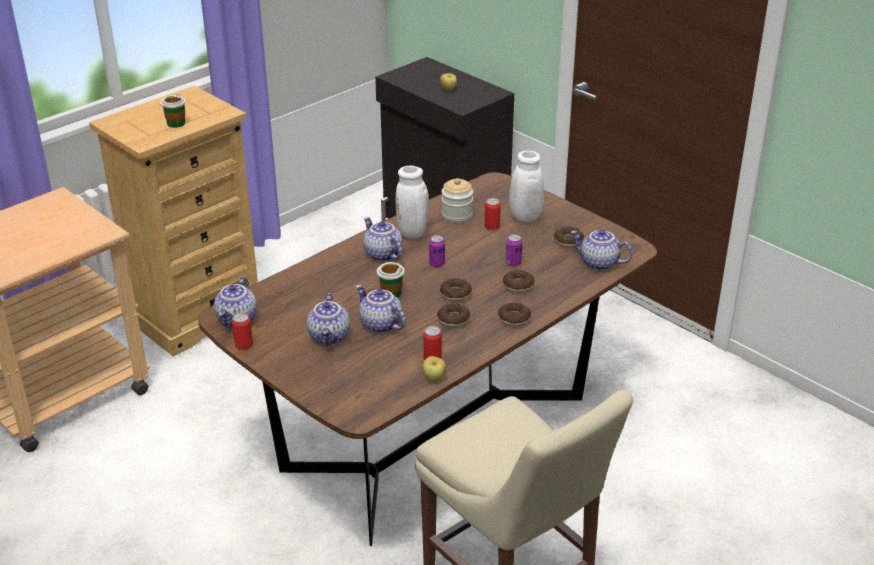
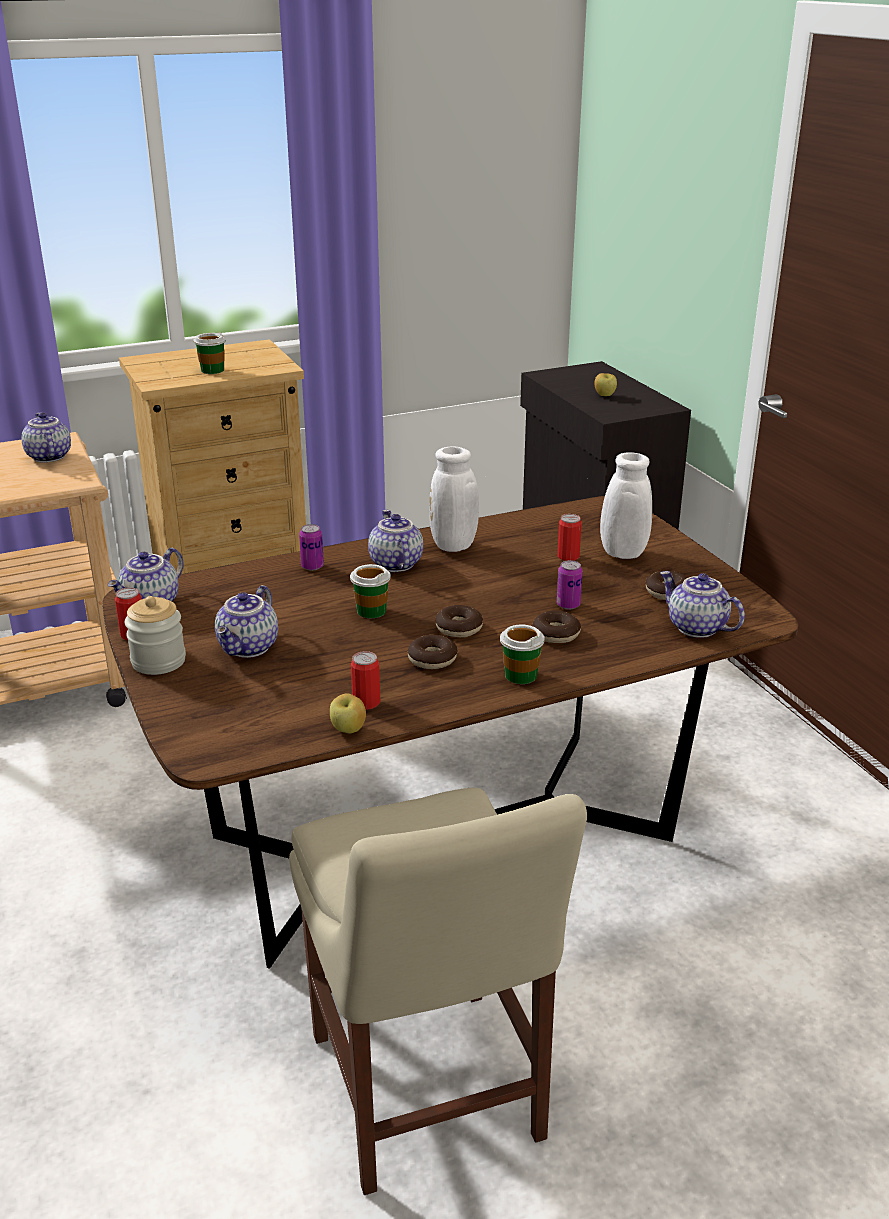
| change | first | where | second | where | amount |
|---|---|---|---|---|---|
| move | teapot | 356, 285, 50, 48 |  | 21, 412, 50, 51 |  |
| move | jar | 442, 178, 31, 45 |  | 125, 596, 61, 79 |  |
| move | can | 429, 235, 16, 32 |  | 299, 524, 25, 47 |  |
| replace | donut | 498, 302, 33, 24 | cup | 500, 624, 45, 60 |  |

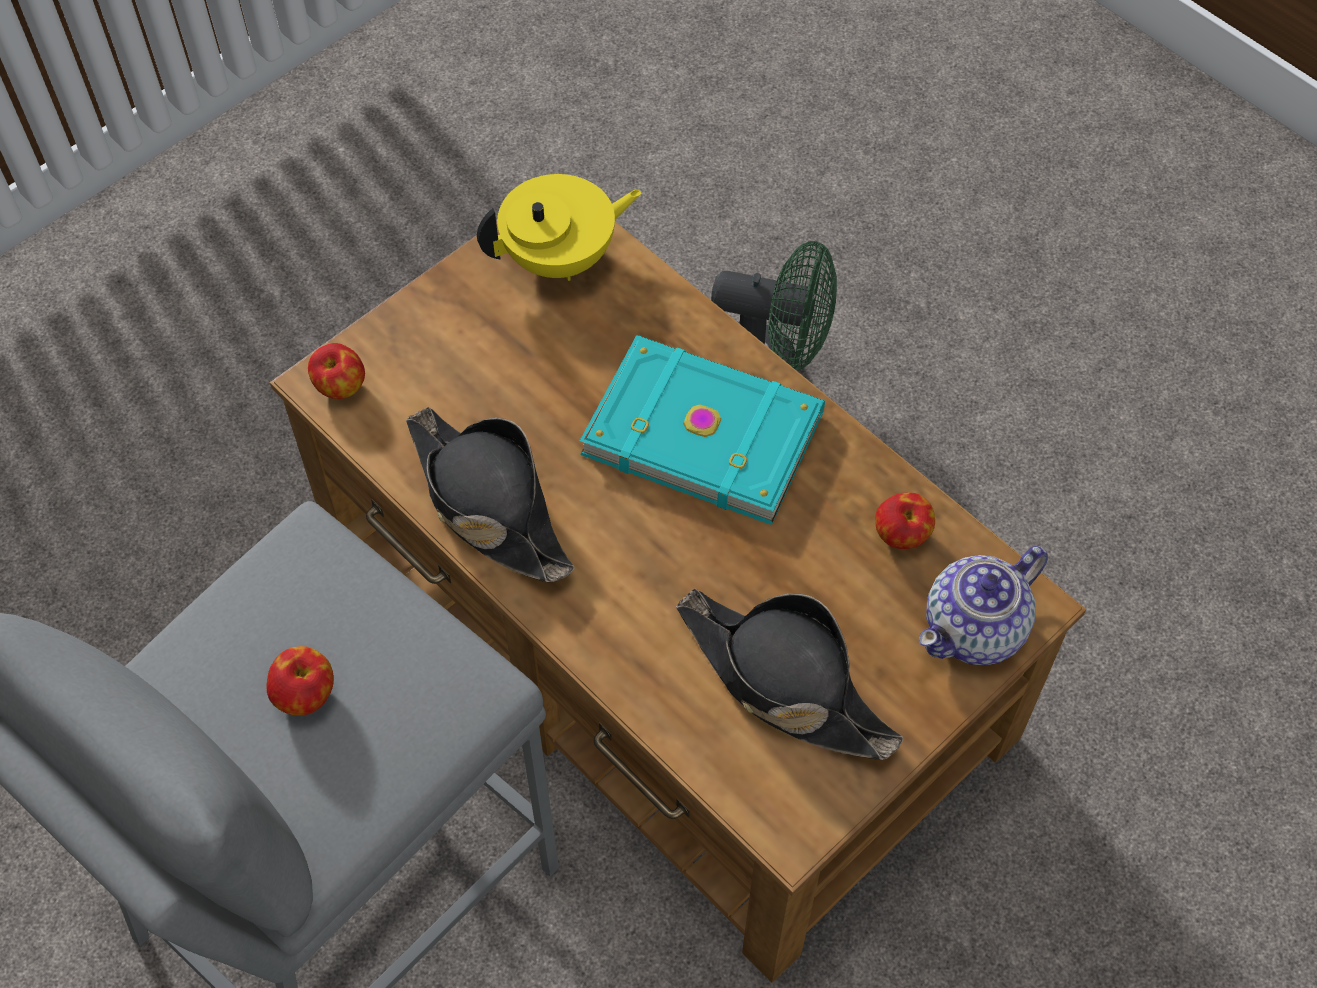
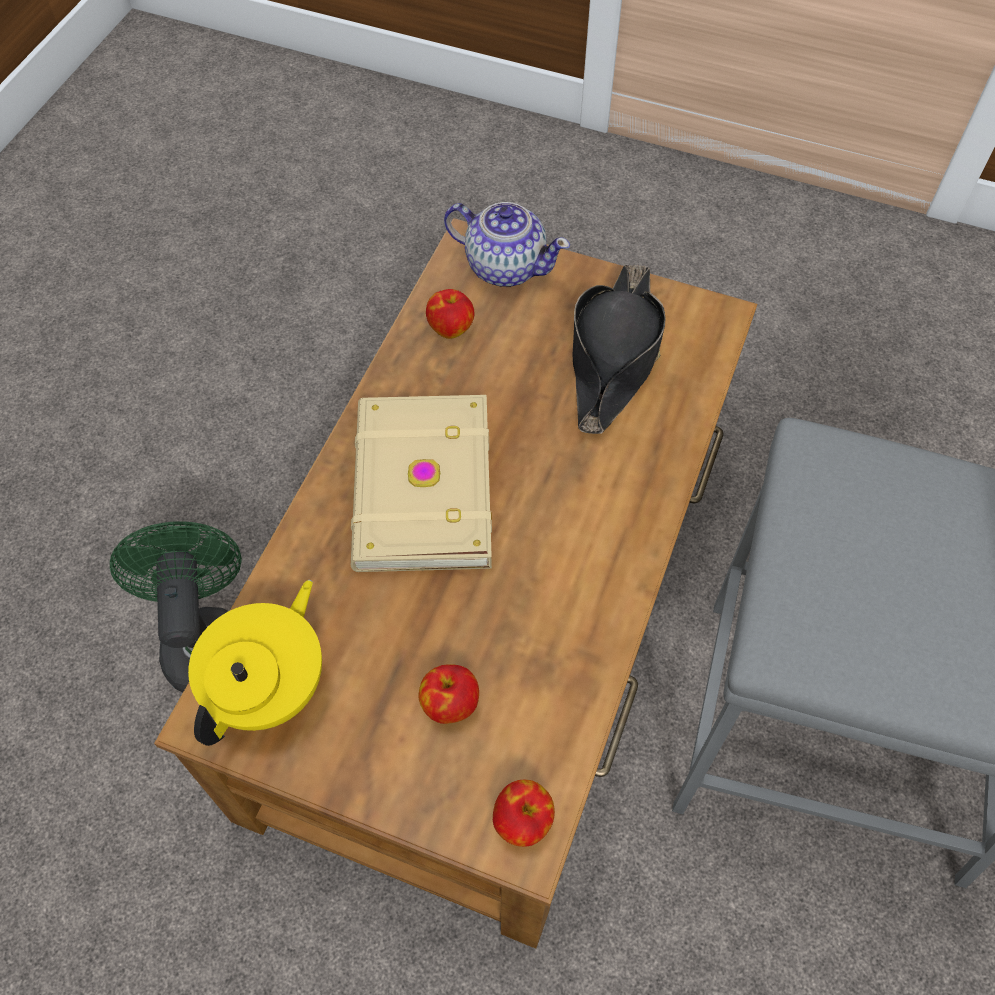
| change | first | where | second | where | amount |
|---|---|---|---|---|---|
| rotate | yellow teapot | 477, 174, 165, 107 |  | 188, 580, 134, 166 | 75 degrees clockwise |
| recolor | turquoise book | 580, 335, 245, 190 | beige book | 351, 395, 141, 177 |  |
| move | apple | 266, 646, 68, 70 |  | 418, 665, 61, 59 |  |
| delete | black hat | 406, 407, 169, 175 |  |  |  |

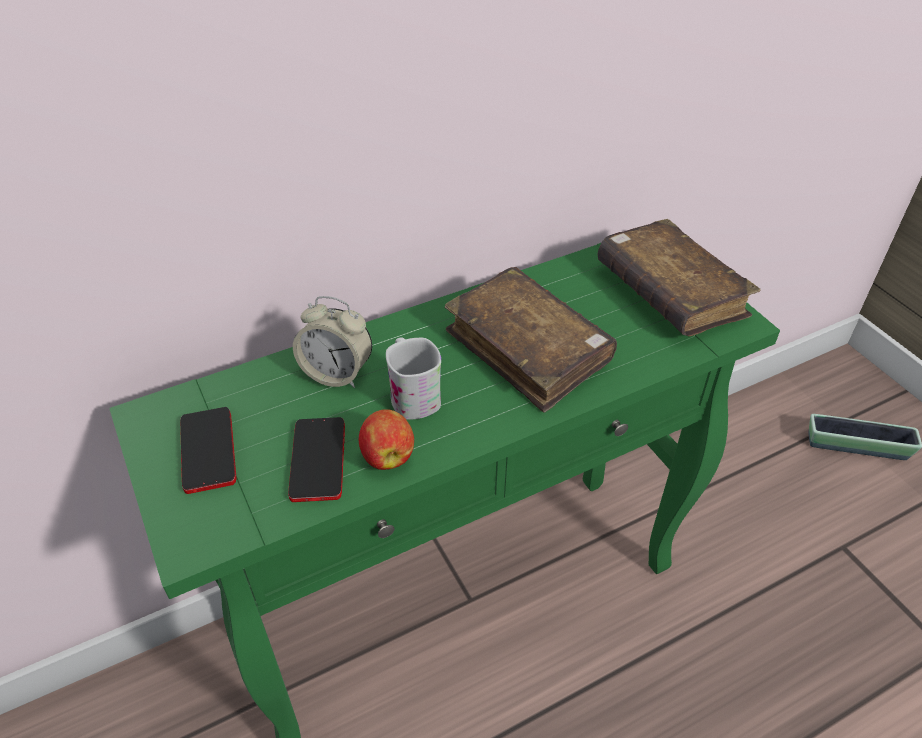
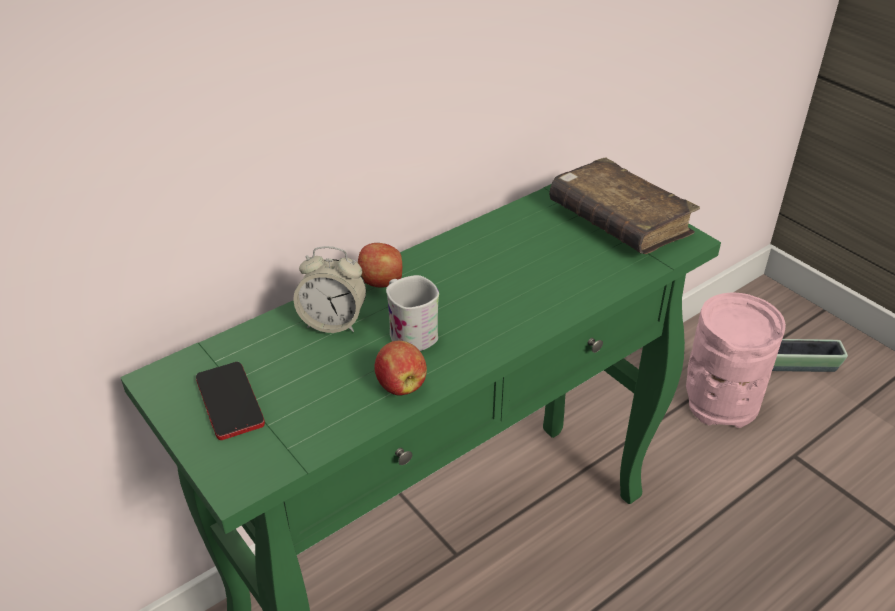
| change | first | where | second | where | amount |
|---|---|---|---|---|---|
| insert |  |  | apple | 358, 243, 44, 44 |  |
| insert |  |  | pink vase | 686, 293, 100, 135 |  |
| delete | phone | 288, 417, 57, 85 |  |  |  |
| delete | brown book | 445, 267, 172, 146 |  |  |  |

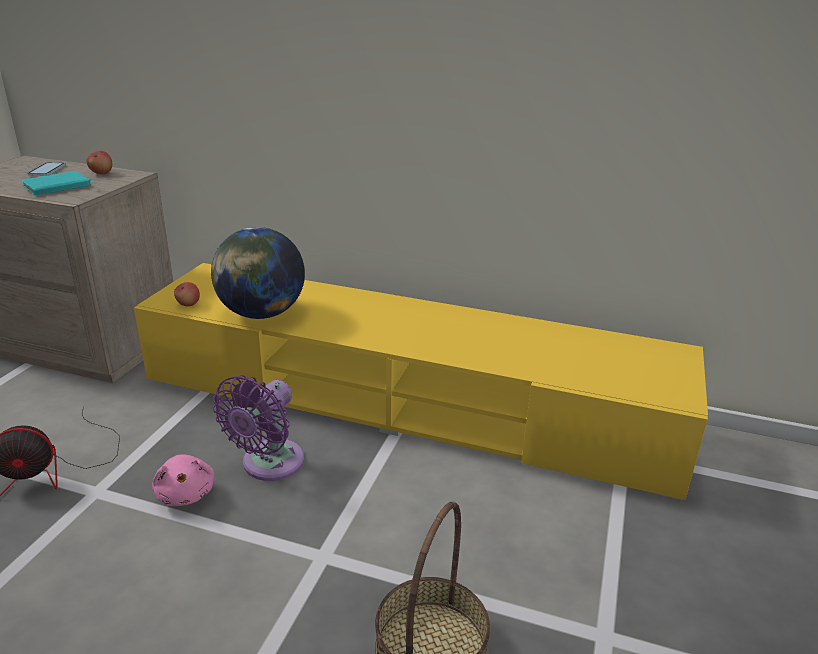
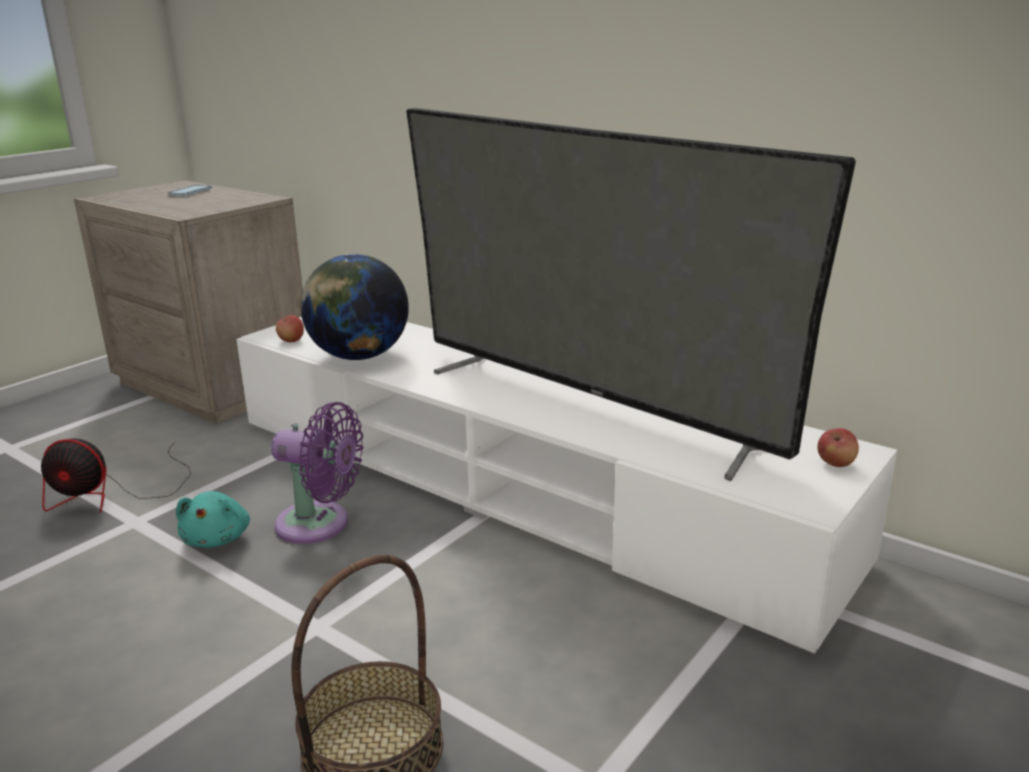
| change | first | where | second | where | amount |
|---|---|---|---|---|---|
| recolor | pink plush toy | 152, 454, 62, 52 | turquoise plush toy | 176, 491, 74, 57 |  |
| recolor | yellow tv stand | 134, 263, 574, 237 | white tv stand | 236, 317, 661, 337 |  |
| rotate | purple fan | 213, 375, 91, 106 |  | 271, 402, 92, 142 | 120 degrees counterclockwise |
| insert |  |  | television | 406, 108, 450, 373 |  |
| move | apple | 86, 151, 26, 23 |  | 817, 428, 42, 39 |  |
| delete | turquoise book | 21, 171, 73, 24 |  |  |  |

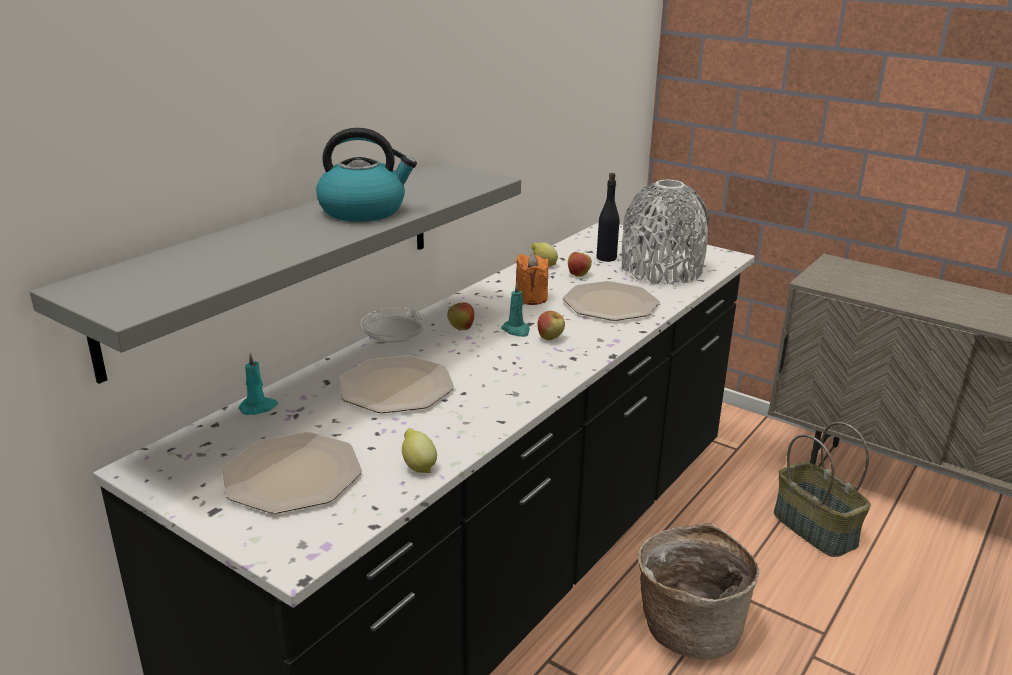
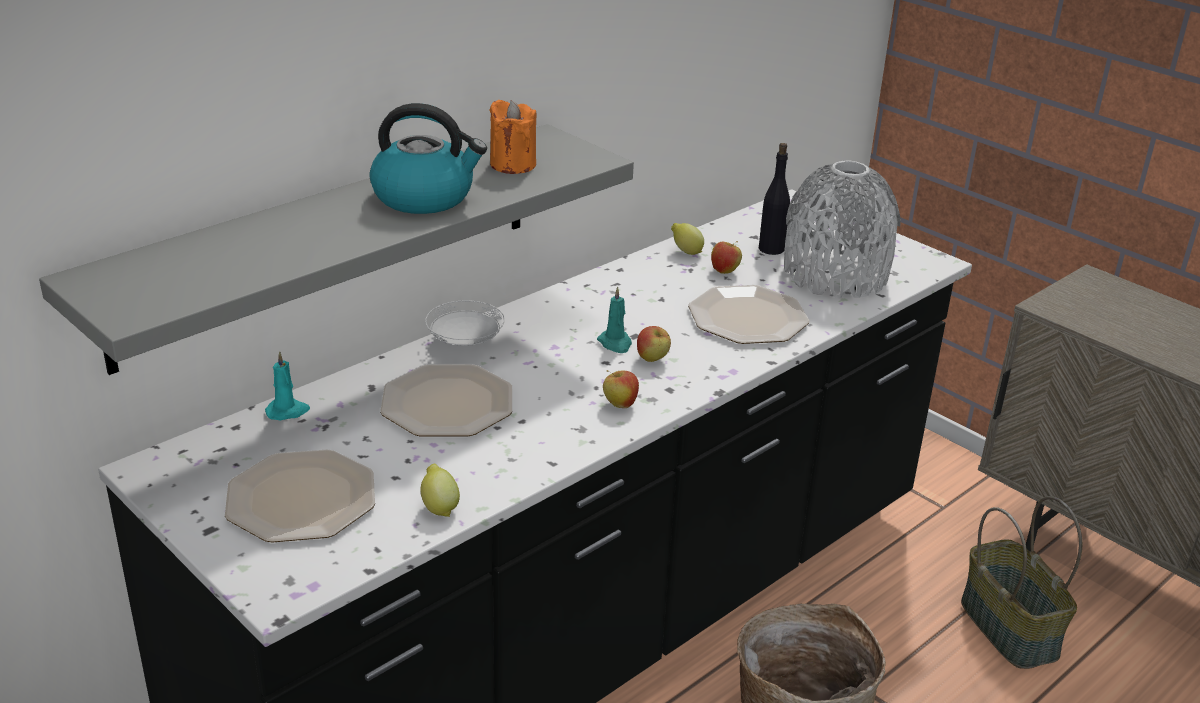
| change | first | where | second | where | amount |
|---|---|---|---|---|---|
| move | orange candle | 516, 253, 33, 52 |  | 489, 100, 48, 74 |  |
| move | apple | 447, 302, 27, 29 |  | 603, 370, 36, 38 |  |

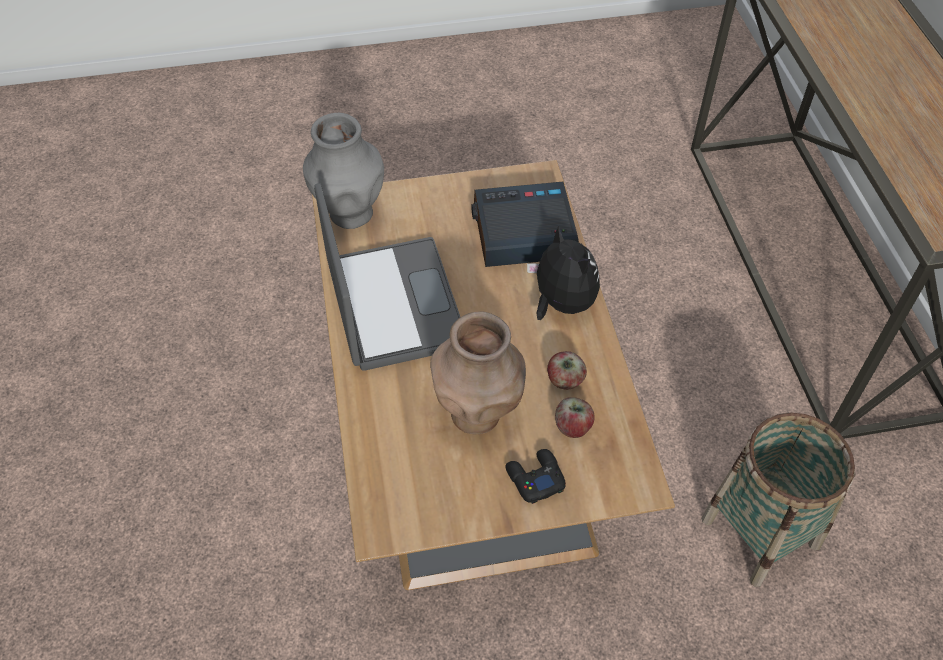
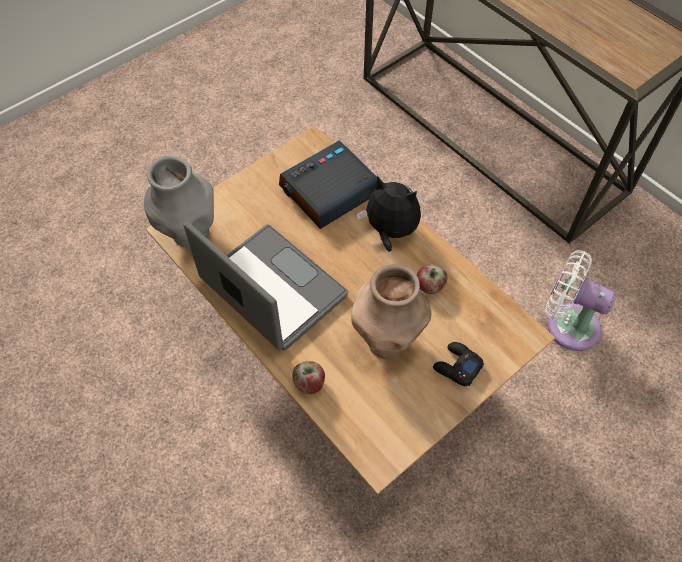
| change | first | where | second | where | amount |
|---|---|---|---|---|---|
| move | apple | 555, 397, 40, 41 |  | 292, 361, 33, 33 |  |
| replace | basket | 701, 413, 154, 174 | white fan | 545, 250, 72, 101 |  |

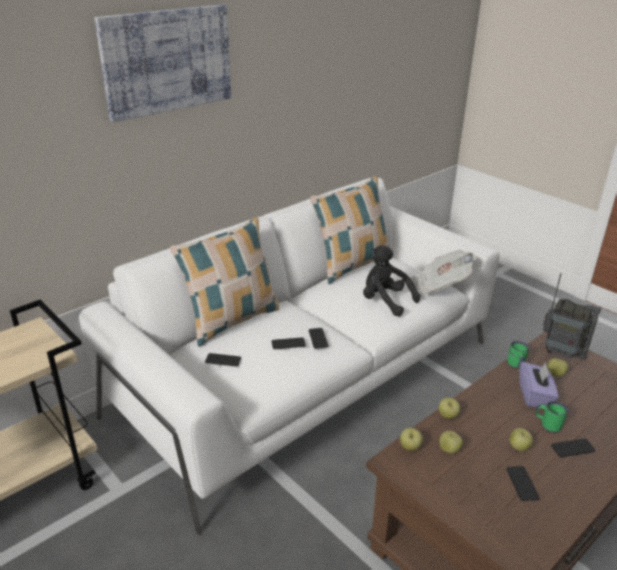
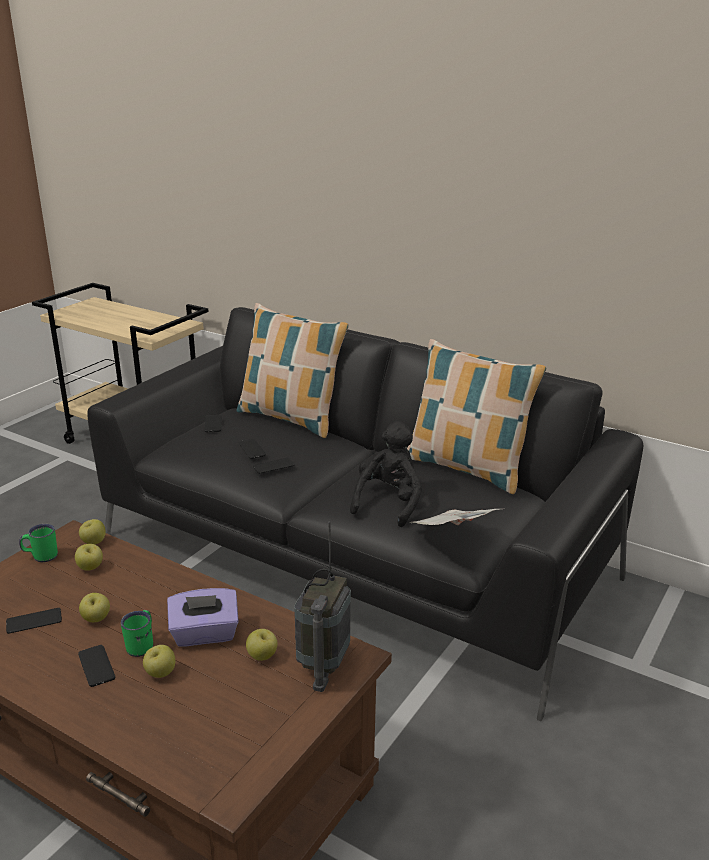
| change | first | where | second | where | amount |
|---|---|---|---|---|---|
| move | green mug | 507, 341, 22, 28 |  | 19, 524, 39, 38 |  |
| recolor | white sofa | 79, 178, 421, 357 | black sofa | 87, 307, 556, 414 |  |
| move | apple | 439, 398, 22, 21 |  | 143, 645, 32, 33 |  |
| delete | picture | 94, 4, 137, 118 |  |  |  |

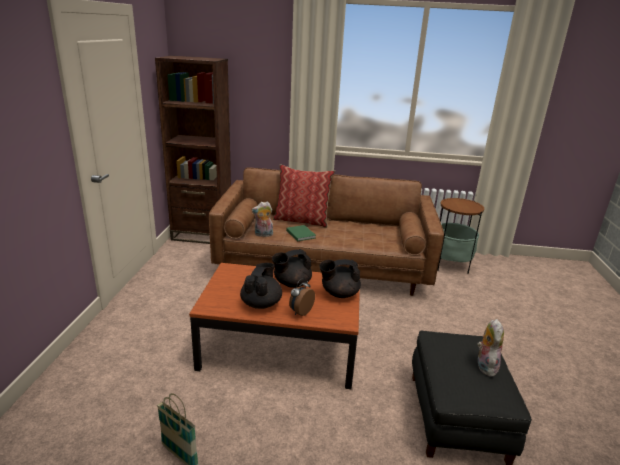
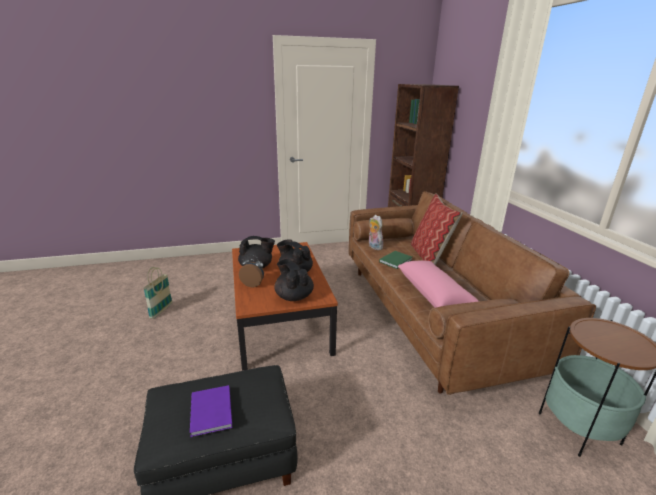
| change | first | where | second | where | amount |
|---|---|---|---|---|---|
| replace | plush toy | 477, 319, 27, 59 | purple book | 190, 385, 42, 52 |  |
| insert |  |  | pink pillow | 398, 260, 81, 48 |  |

